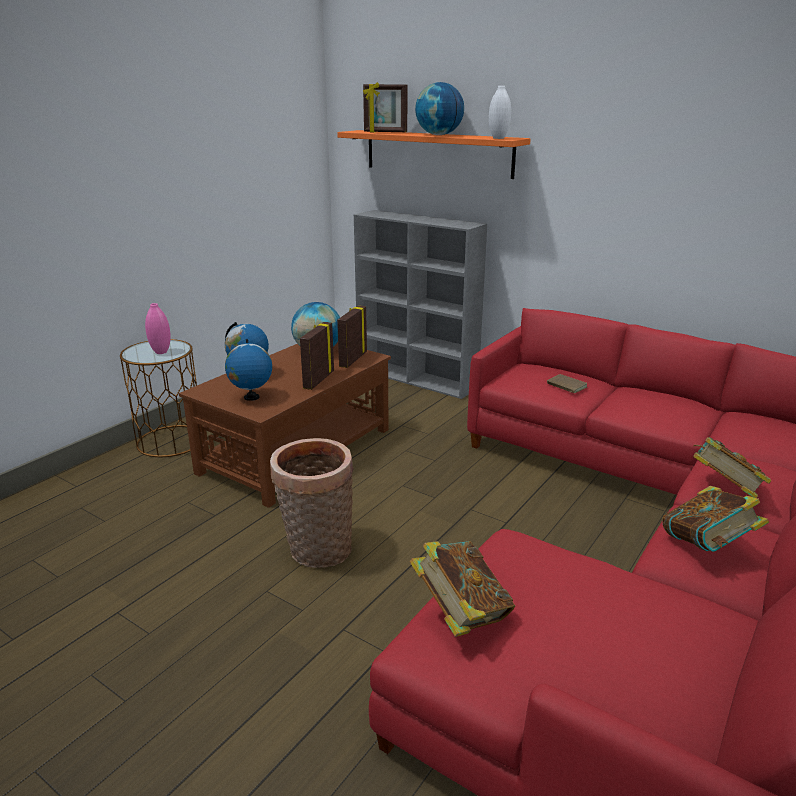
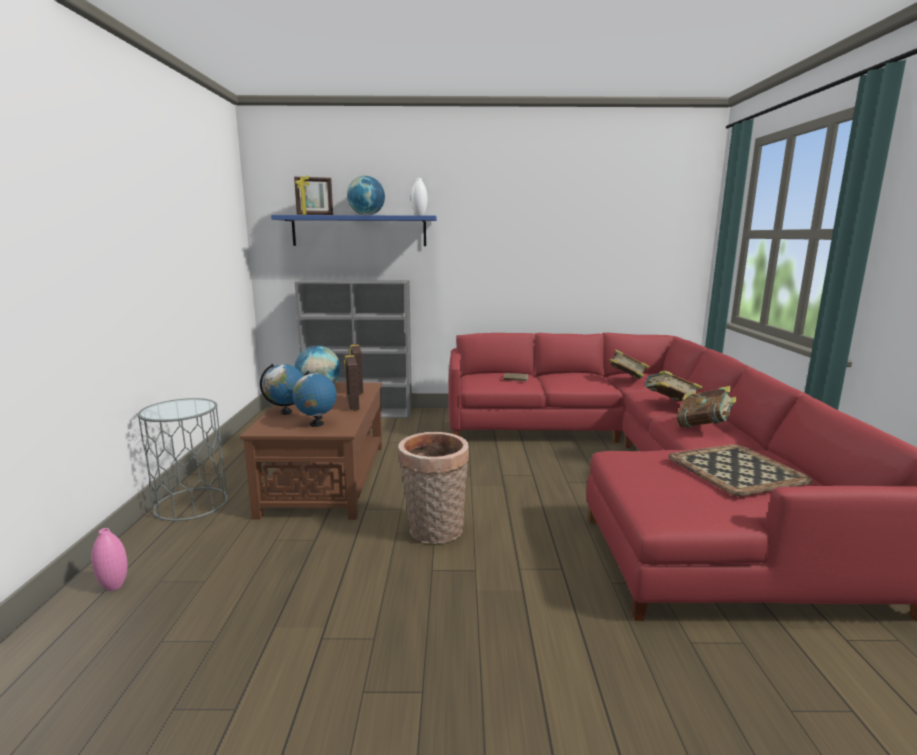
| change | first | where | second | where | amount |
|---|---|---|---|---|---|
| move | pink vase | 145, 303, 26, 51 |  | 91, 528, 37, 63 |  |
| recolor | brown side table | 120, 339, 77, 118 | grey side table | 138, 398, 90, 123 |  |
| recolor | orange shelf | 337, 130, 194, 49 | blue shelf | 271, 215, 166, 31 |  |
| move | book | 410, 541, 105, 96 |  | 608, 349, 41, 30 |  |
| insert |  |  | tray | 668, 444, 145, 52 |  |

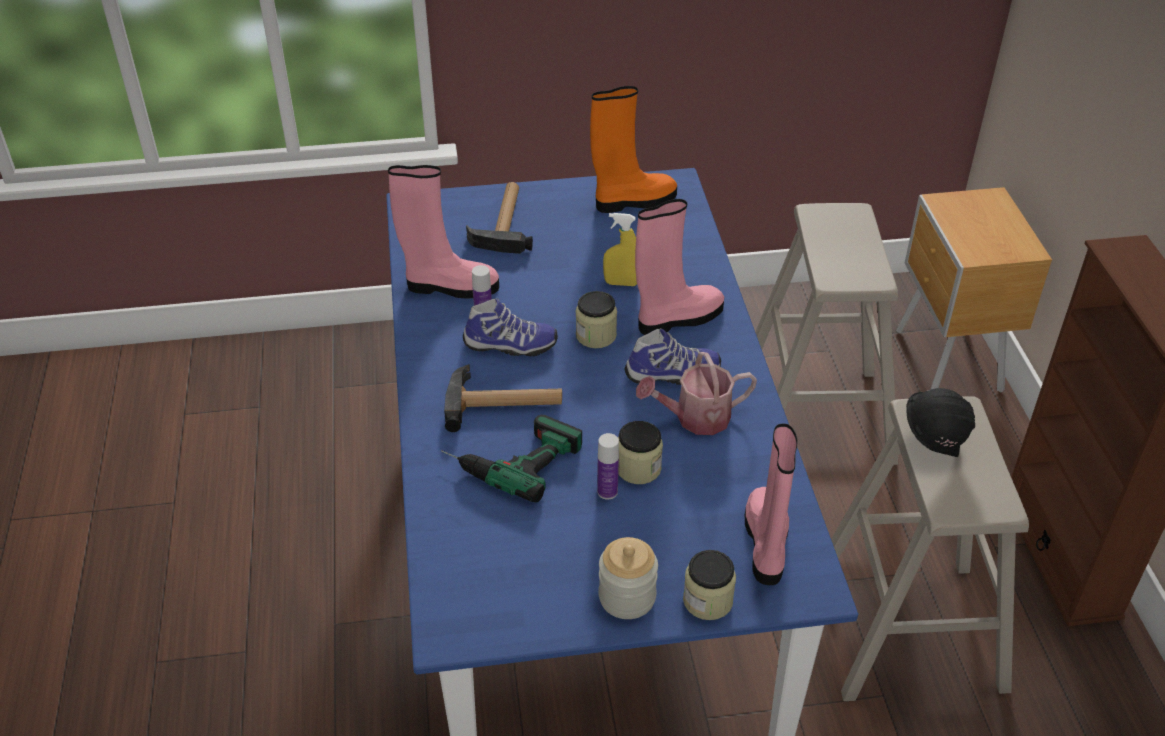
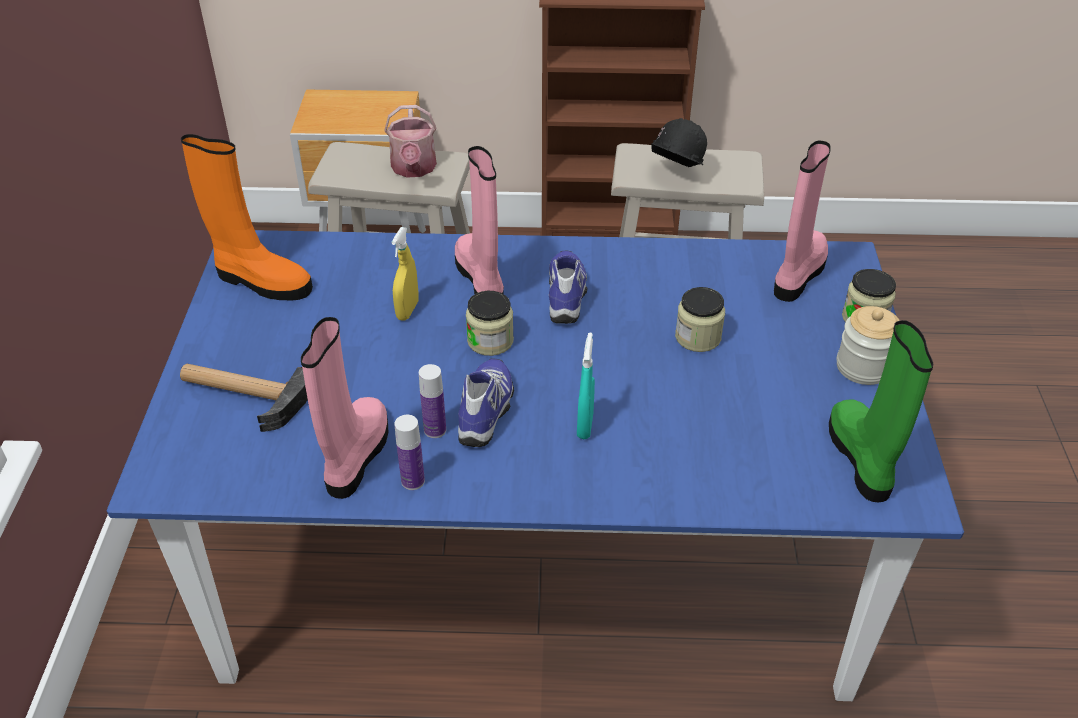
| change | first | where | second | where | amount |
|---|---|---|---|---|---|
| rotate | orange boot | 590, 86, 87, 127 |  | 181, 134, 132, 166 | 120 degrees clockwise |
| move | watering can | 636, 352, 121, 83 |  | 385, 105, 52, 73 |  |
| move | bottle | 597, 433, 22, 67 |  | 394, 415, 31, 75 |  |
| replace | hammer | 444, 364, 118, 68 | turquoise spray bottle | 577, 332, 18, 107 |  |
| rotate | pink boot | 745, 424, 52, 161 |  | 774, 140, 57, 162 | 105 degrees clockwise |
| insert |  |  | green boot | 829, 320, 104, 182 |  |
| delete | power drill | 441, 415, 141, 88 |  |  |  |

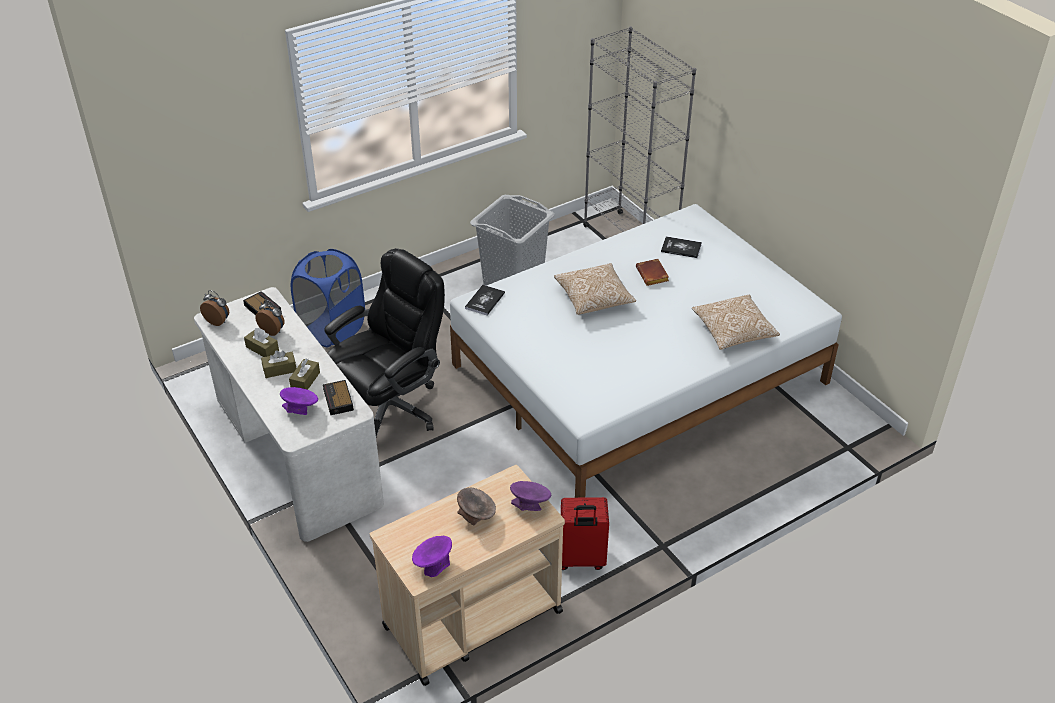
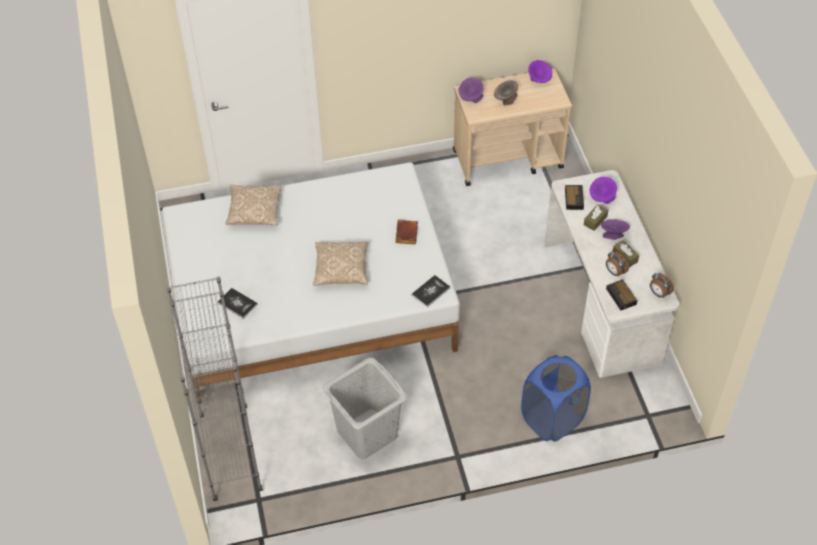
| change | first | where | second | where | amount |
|---|---|---|---|---|---|
| move | brown book | 636, 259, 33, 27 |  | 395, 220, 23, 24 |  |
| replace | brown tissue box | 261, 350, 35, 28 | purple bowl | 601, 219, 29, 21 |  |
| delete | black office chair | 324, 248, 121, 189 |  |  |  |
| delete | red suitcase | 561, 497, 48, 73 |  |  |  |

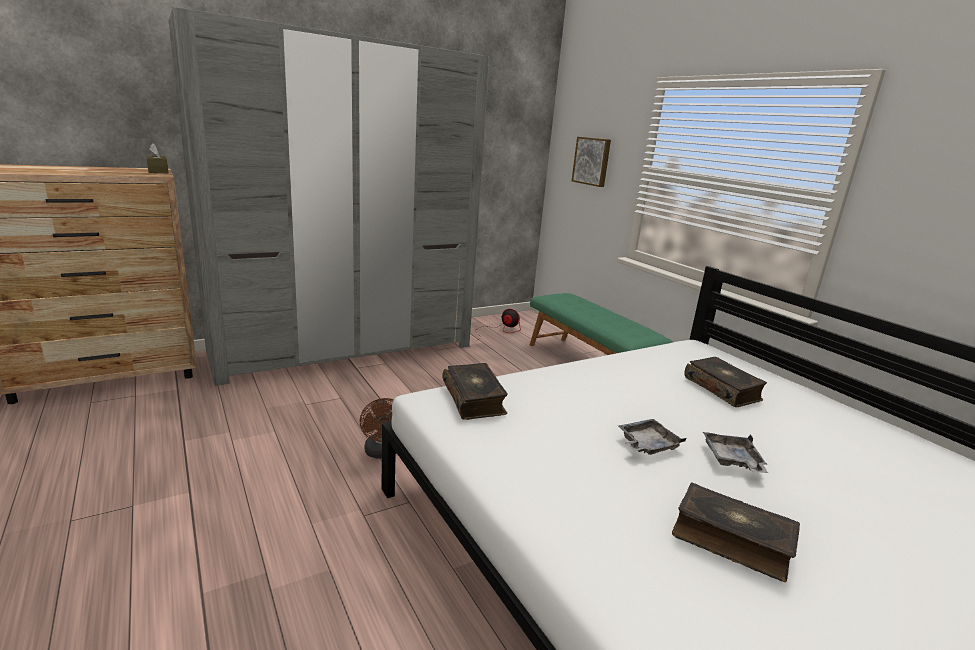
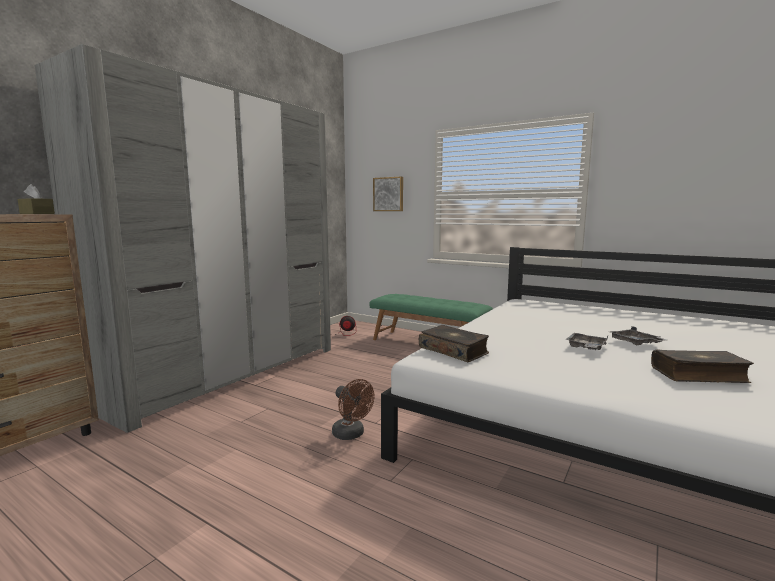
| change | first | where | second | where | amount |
|---|---|---|---|---|---|
| delete | book | 685, 357, 82, 50 |  |  |  |

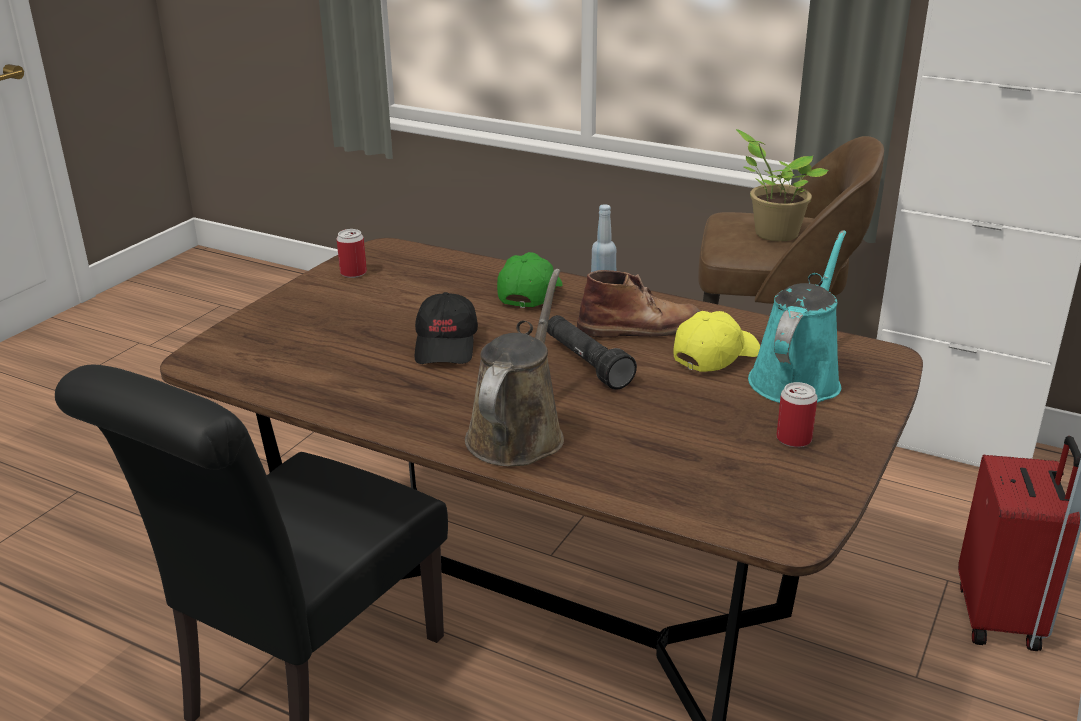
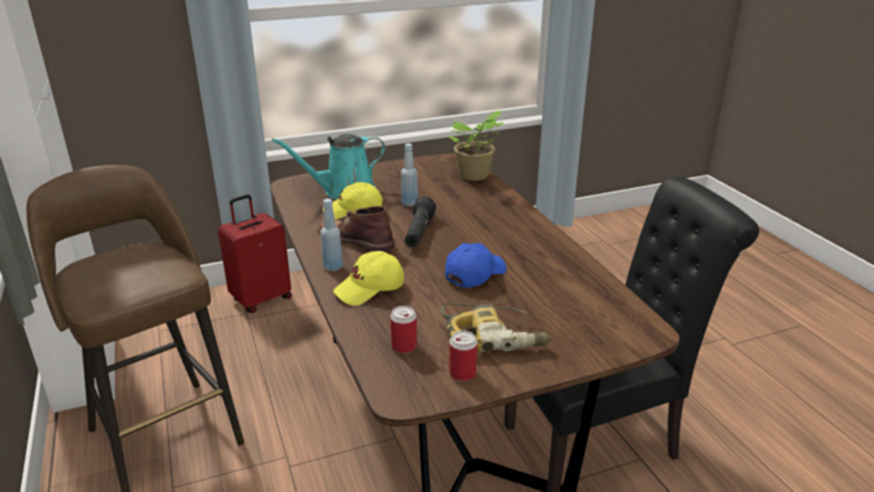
| change | first | where | second | where | amount |
|---|---|---|---|---|---|
| recolor | green cap | 497, 252, 65, 56 | yellow cap | 333, 251, 71, 54 |  |
| move | can | 776, 382, 42, 65 |  | 390, 306, 27, 48 |  |
| insert |  |  | blue bottle | 401, 143, 17, 63 |  |
| insert |  |  | power drill | 440, 303, 111, 49 |  |
| recolor | black cap | 415, 292, 63, 72 | blue cap | 445, 243, 62, 45 |  |
| move | potted plant | 736, 129, 93, 112 |  | 448, 110, 55, 71 |  |
| delete | brown watering can | 465, 269, 99, 197 |  |  |  |

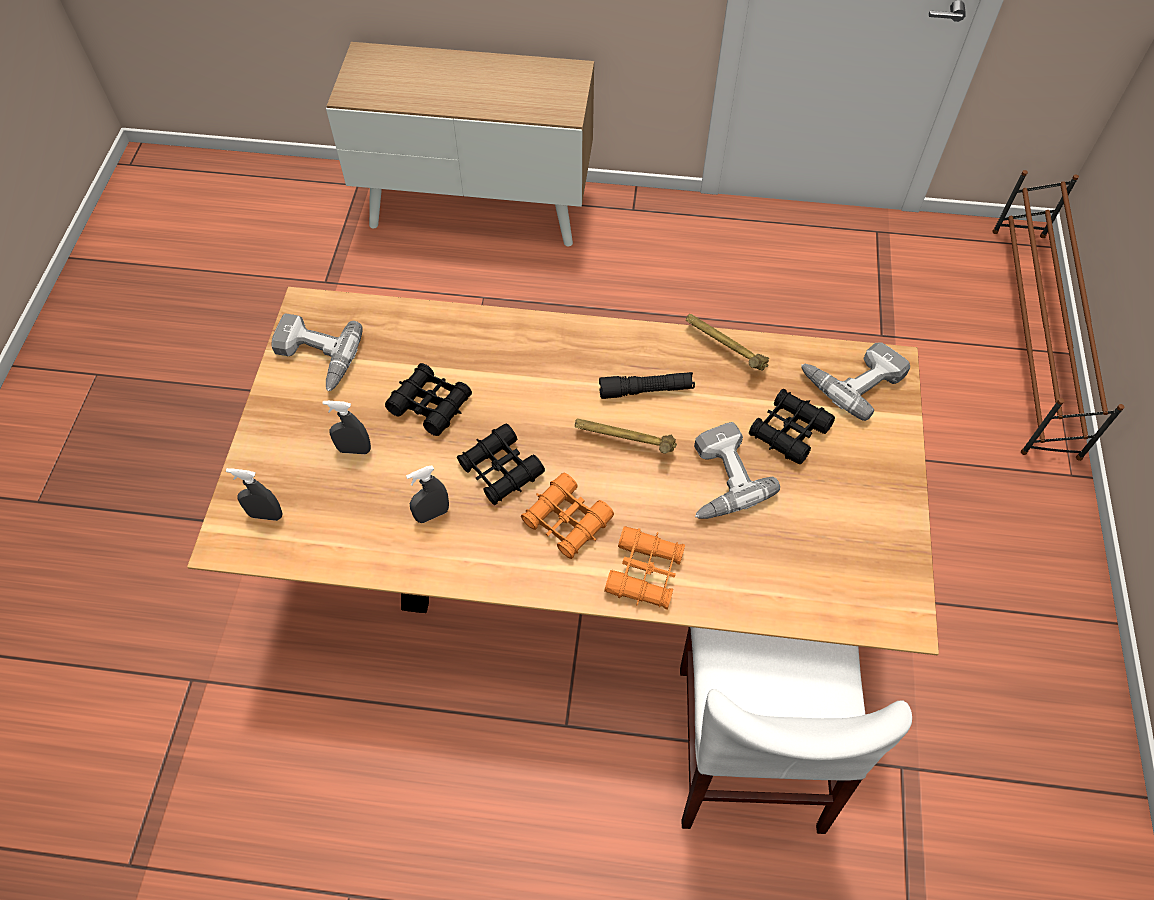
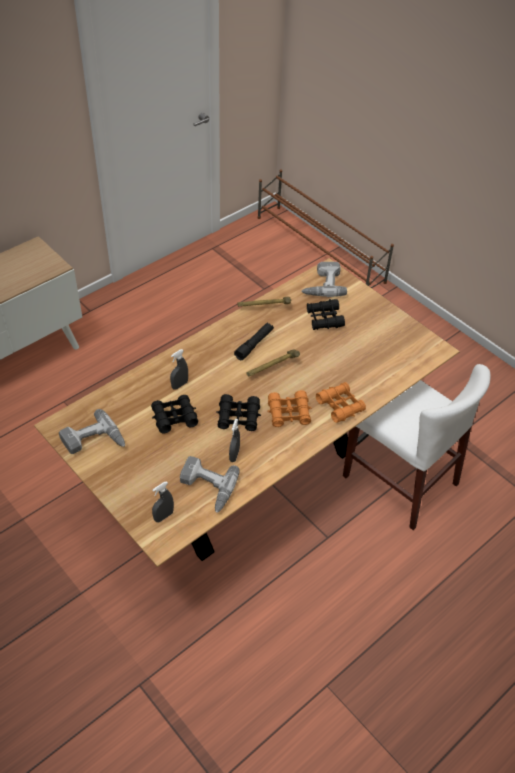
| change | first | where | second | where | amount |
|---|---|---|---|---|---|
| move | grey spray bottle | 323, 401, 48, 53 |  | 170, 349, 18, 41 |  |
| move | power drill | 694, 422, 86, 97 |  | 180, 456, 60, 57 |  |

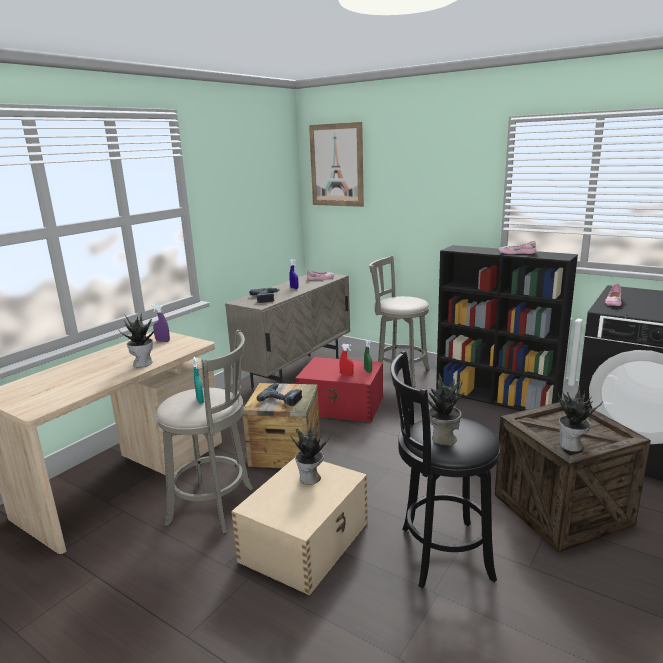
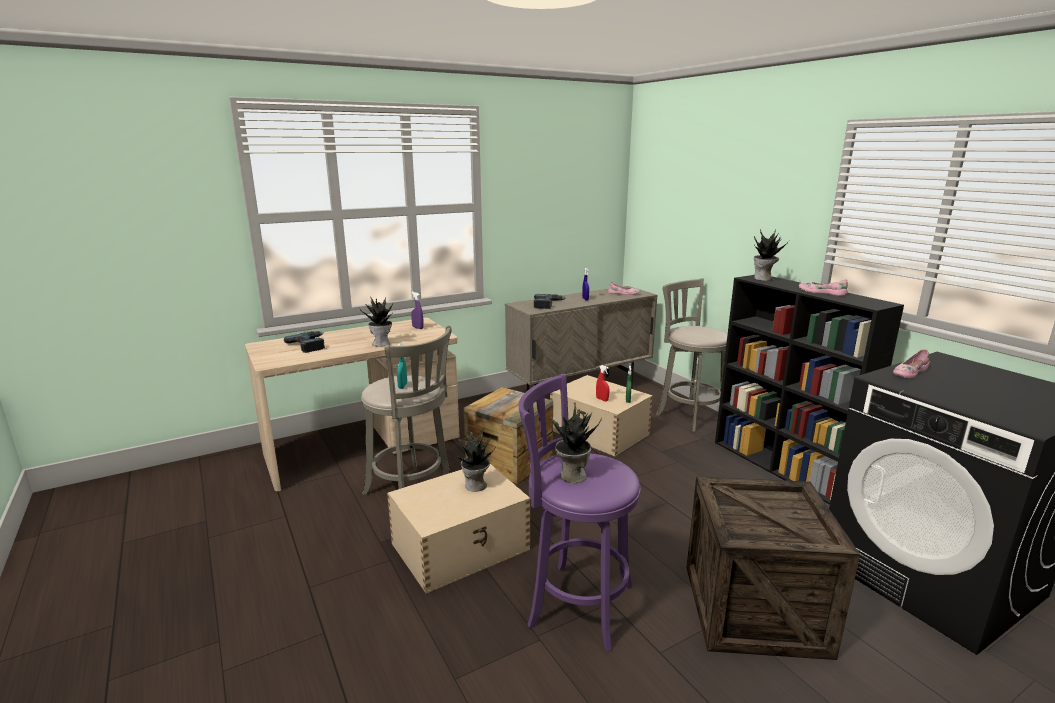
| change | first | where | second | where | amount |
|---|---|---|---|---|---|
| move | power drill | 257, 383, 45, 23 |  | 284, 331, 41, 22 |  |
| recolor | black stool | 390, 351, 111, 237 | purple stool | 518, 374, 123, 278 |  |
| recolor | red storage box | 295, 357, 88, 66 | beige storage box | 550, 375, 103, 81 |  |
| move | potted plant | 558, 386, 45, 66 |  | 754, 229, 35, 52 |  |
| delete | picture | 309, 122, 55, 85 |  |  |  |

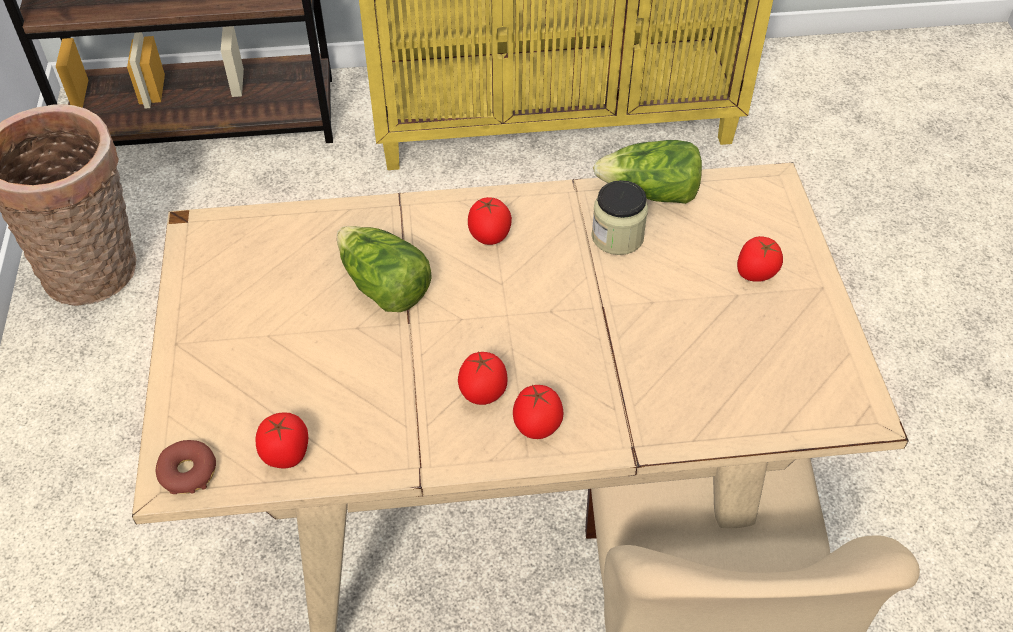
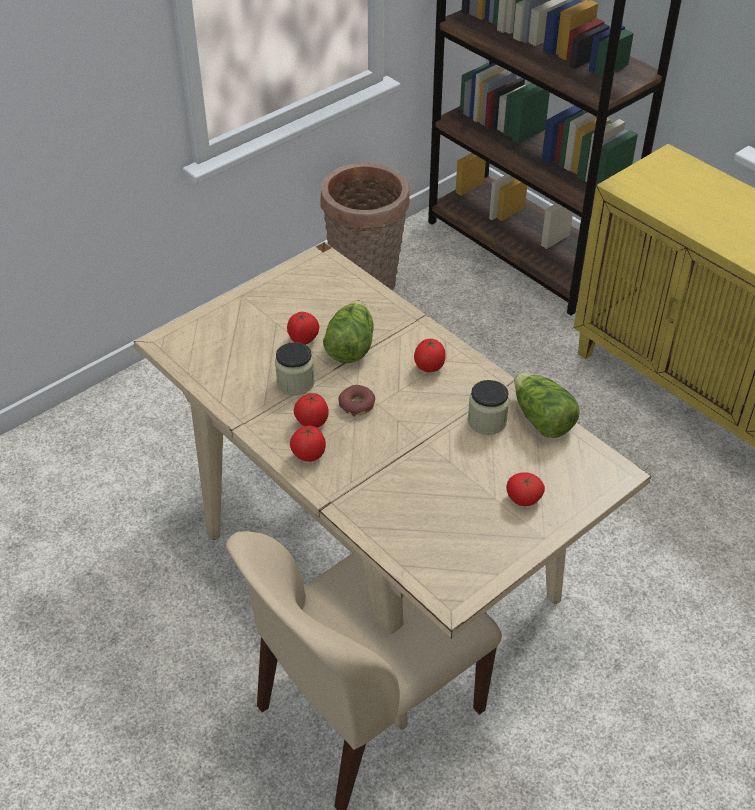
| change | first | where | second | where | amount |
|---|---|---|---|---|---|
| insert |  |  | jar | 275, 342, 40, 53 |  |
| move | tomato | 256, 412, 52, 57 |  | 287, 312, 32, 33 |  |
| move | donut | 156, 440, 60, 54 |  | 338, 385, 37, 32 |  |

